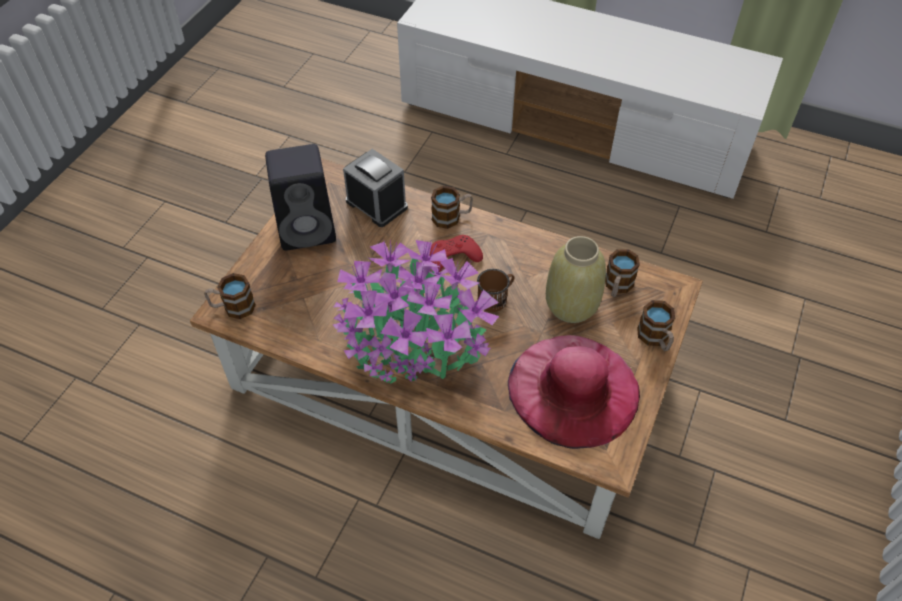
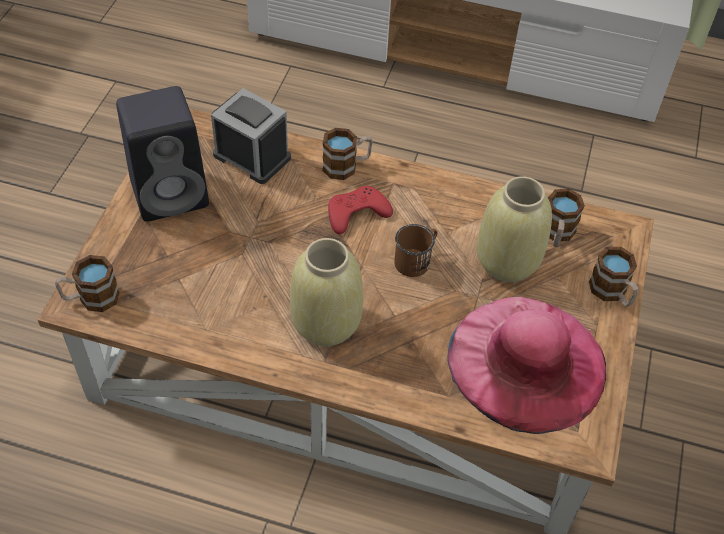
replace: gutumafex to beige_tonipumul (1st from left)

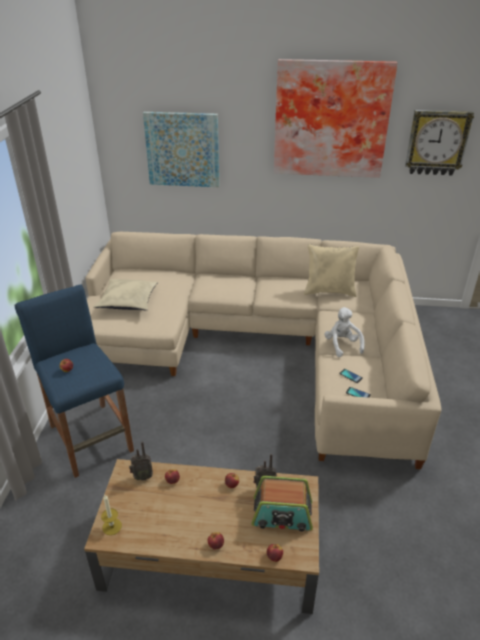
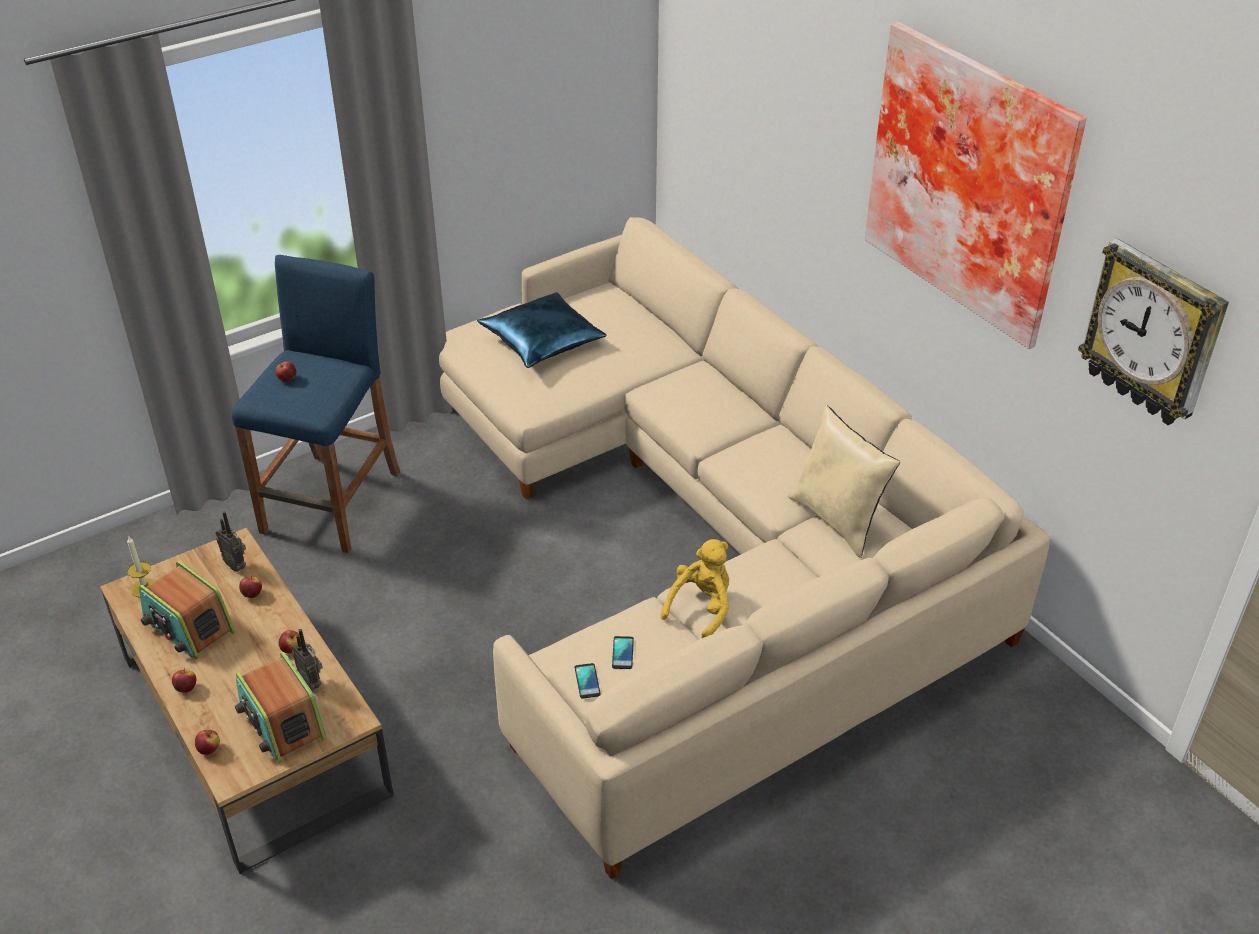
delete: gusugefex (1st from left)
insert: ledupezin (1st from left)
recolor: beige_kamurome (1st from left) to blue_kamurome; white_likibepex to yellow_likibepex

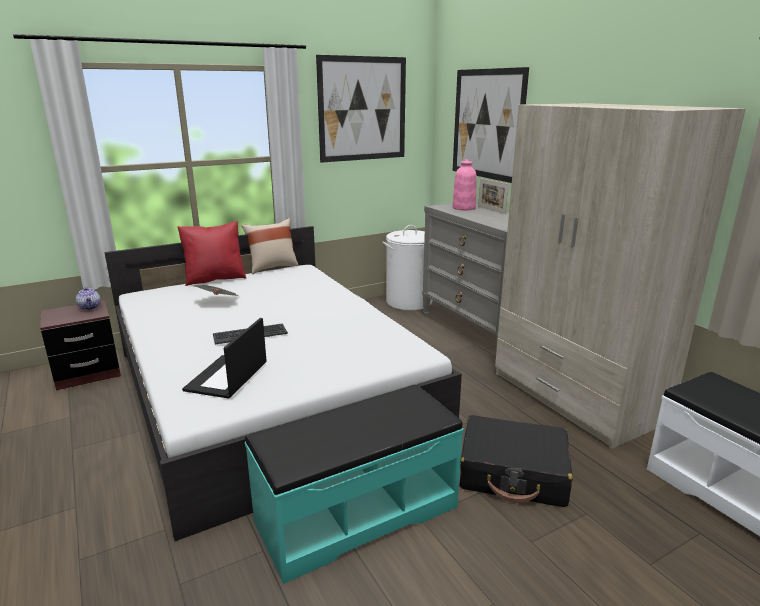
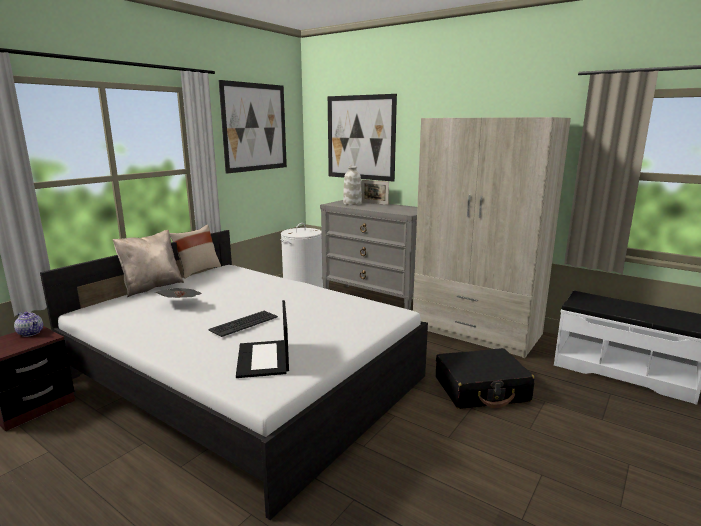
delete: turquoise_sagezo
recolor: pink_tonipumul to white_tonipumul; red_kamurome to beige_kamurome (1st from left)

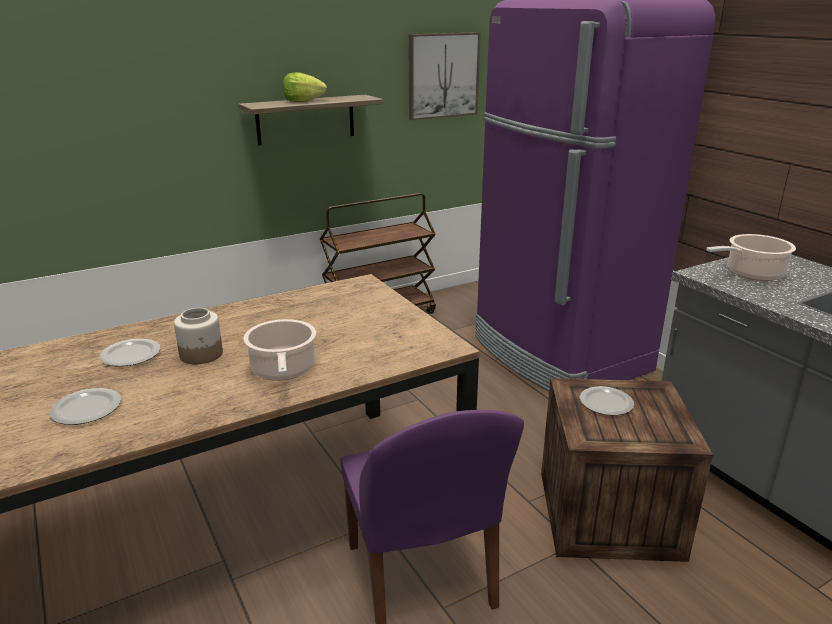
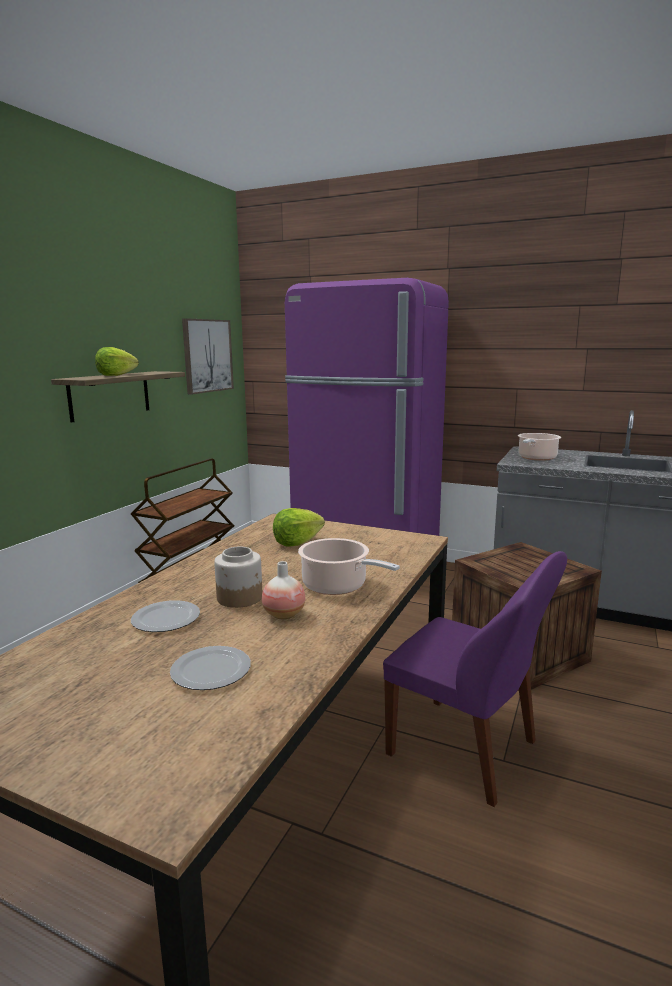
delete: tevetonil (3rd from left)
insert: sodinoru (2nd from left); tonipumul

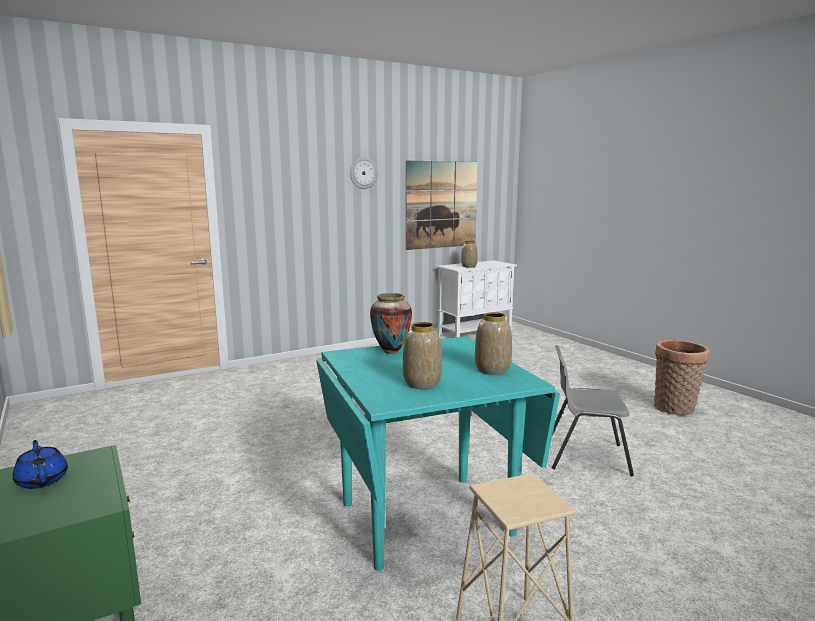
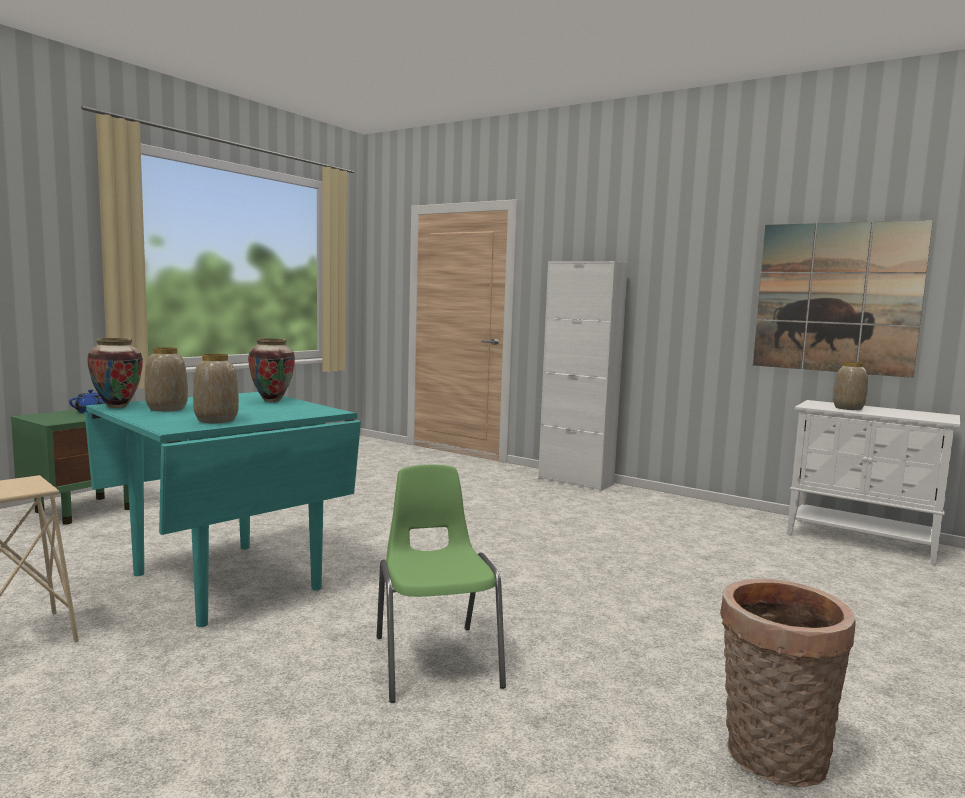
delete: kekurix
insert: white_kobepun (1st from left); tonipumul (1st from left)
recolor: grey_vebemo to green_vebemo

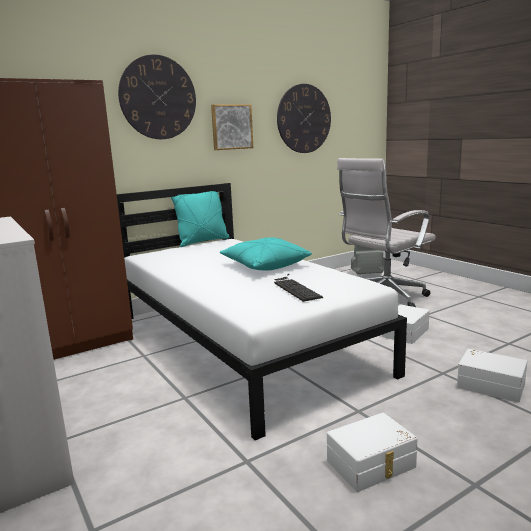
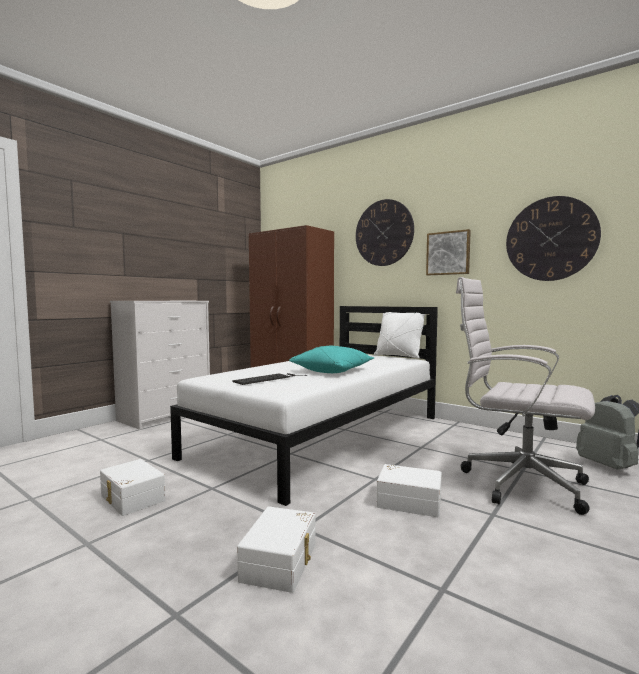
recolor: turquoise_kamurome (1st from left) to white_kamurome

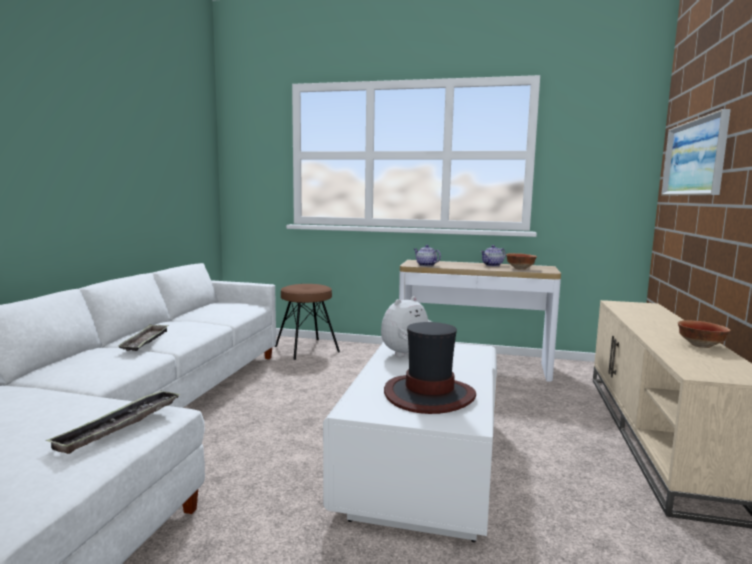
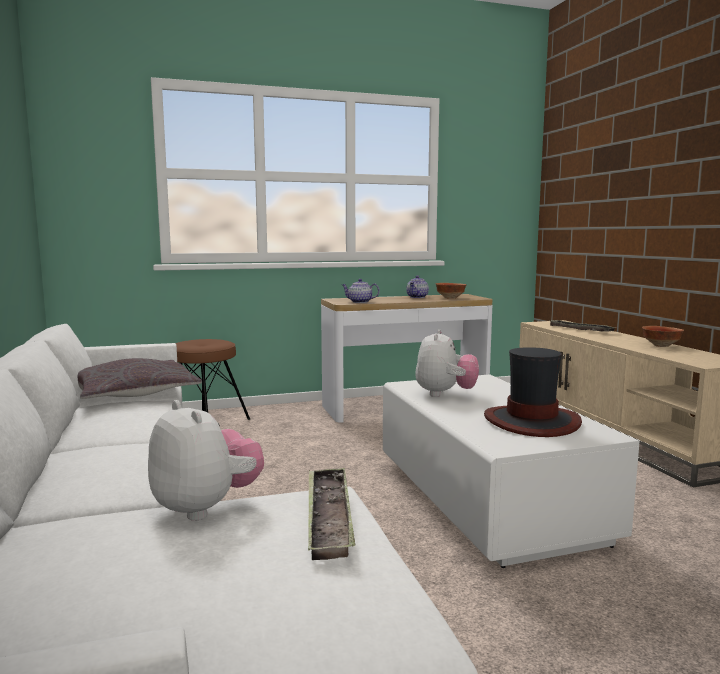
delete: gusugefex
insert: grey_kamurome; likibepex (1st from left)
move: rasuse (2nd from left)

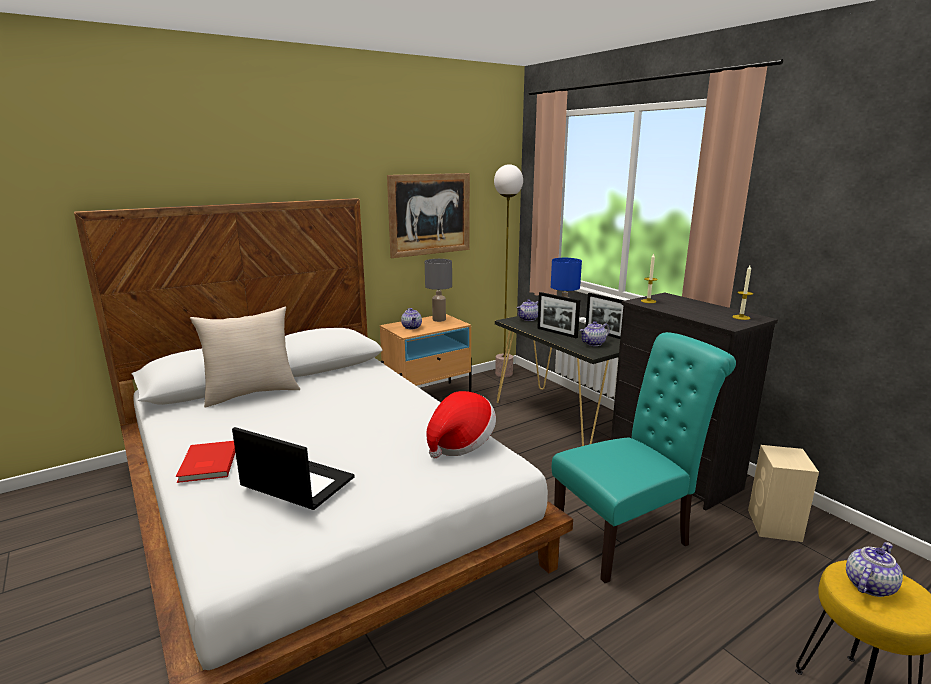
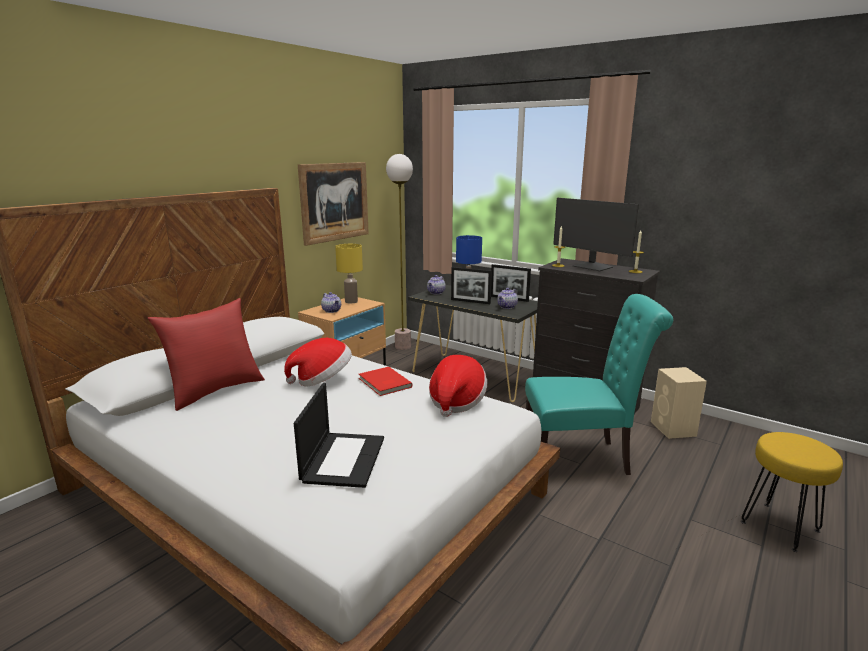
delete: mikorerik (4th from left)
insert: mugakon; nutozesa (1st from left)
move: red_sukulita
recolor: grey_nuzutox to yellow_nuzutox; beige_kamurome to red_kamurome
rotate: turquoise_vebemo 45 degrees clockwise; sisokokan 90 degrees clockwise

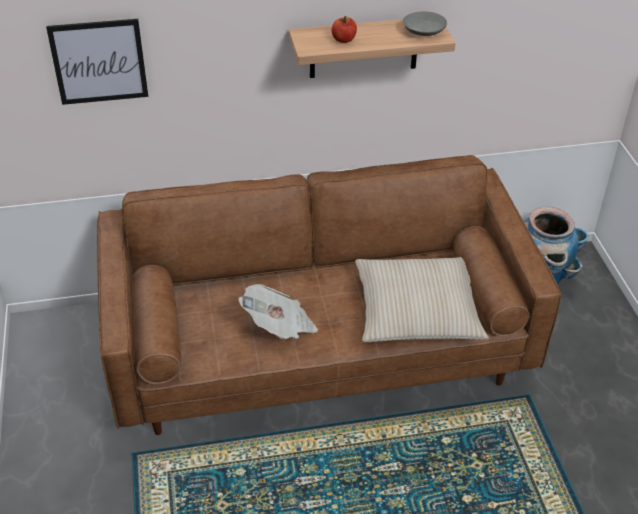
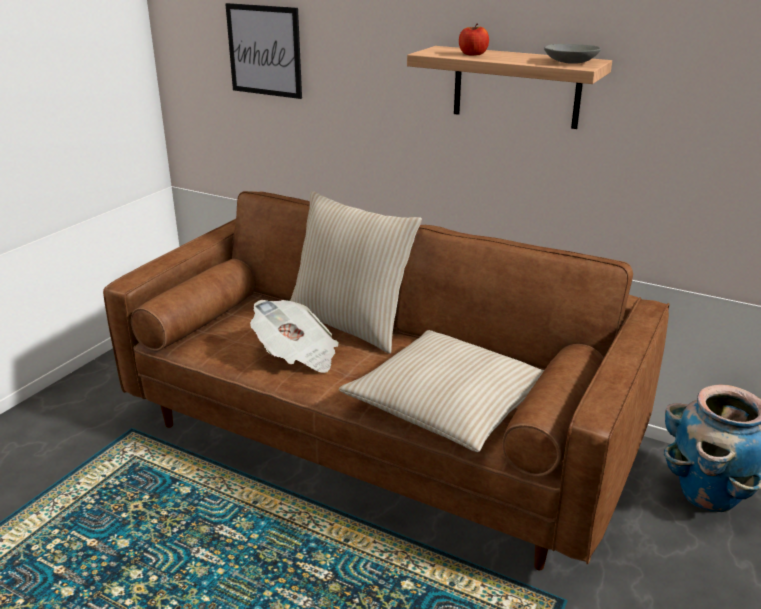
insert: beige_kamurome (1st from left)

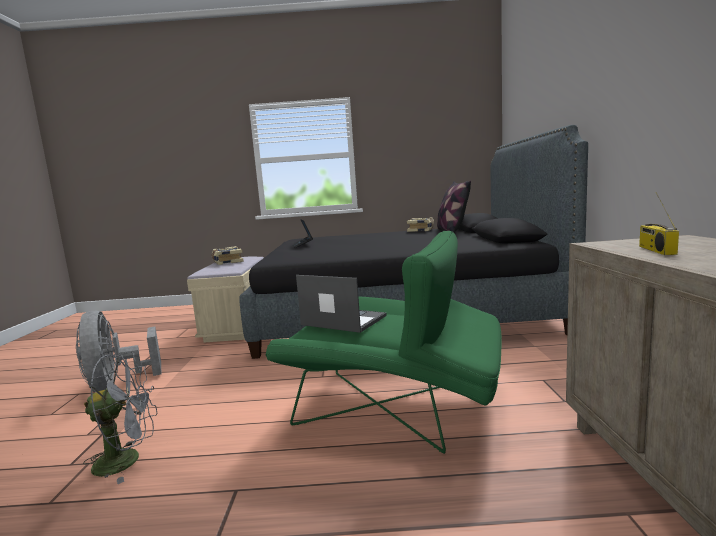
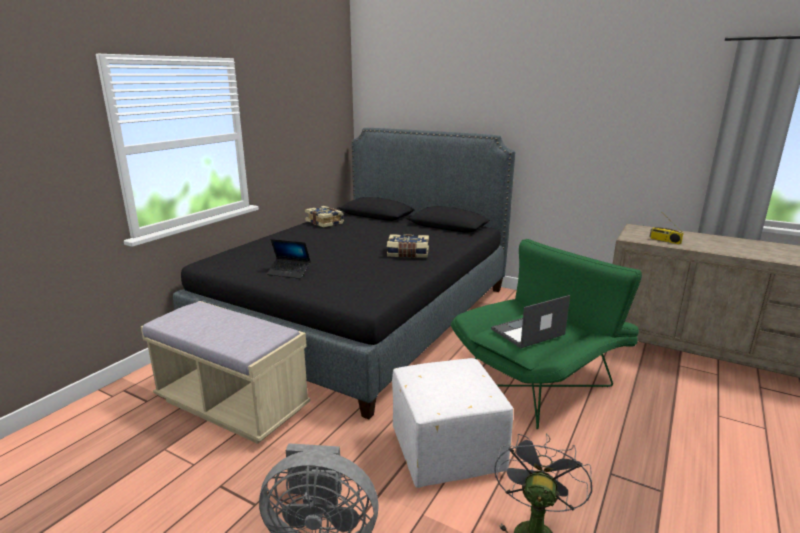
delete: kamurome
insert: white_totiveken
move: sukulita (1st from left in the first image) to sukulita (2nd from left)

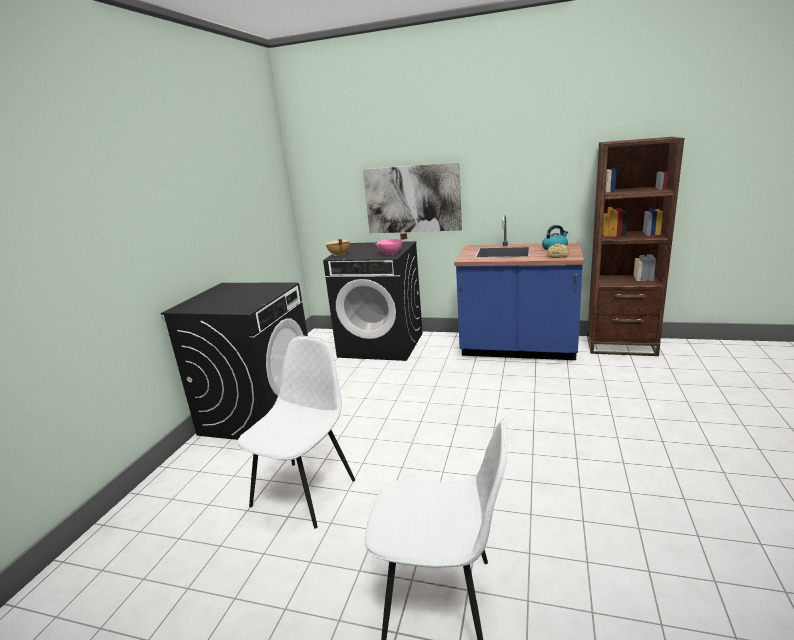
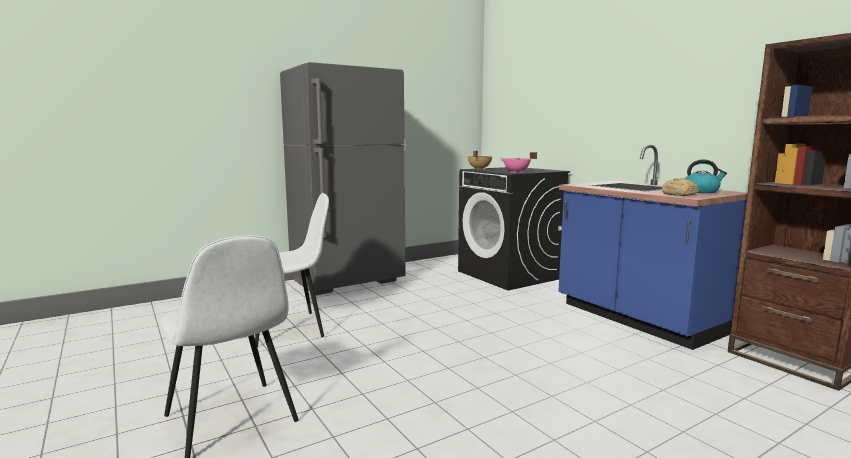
delete: gusugefex
replace: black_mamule (1st from left) to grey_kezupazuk

